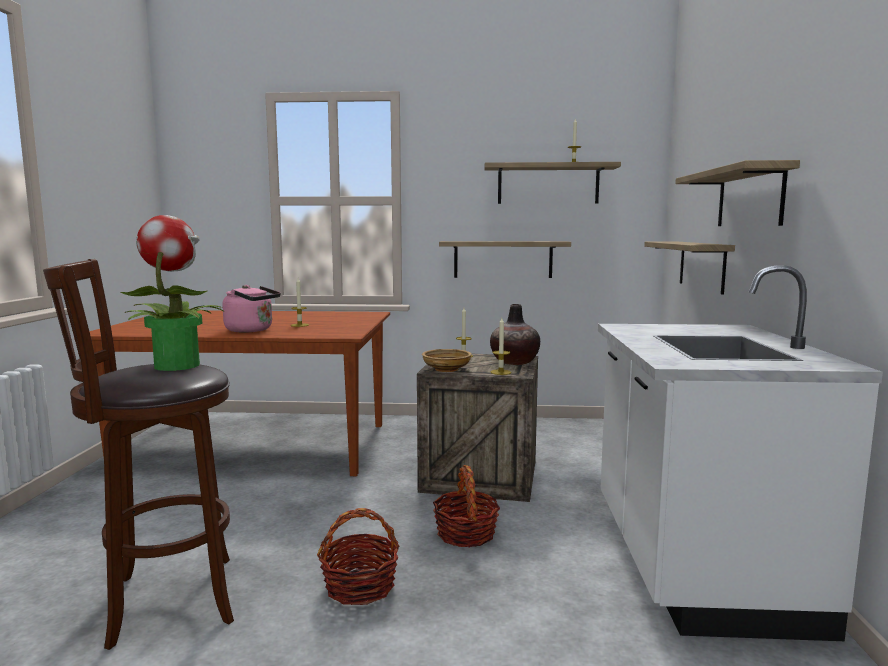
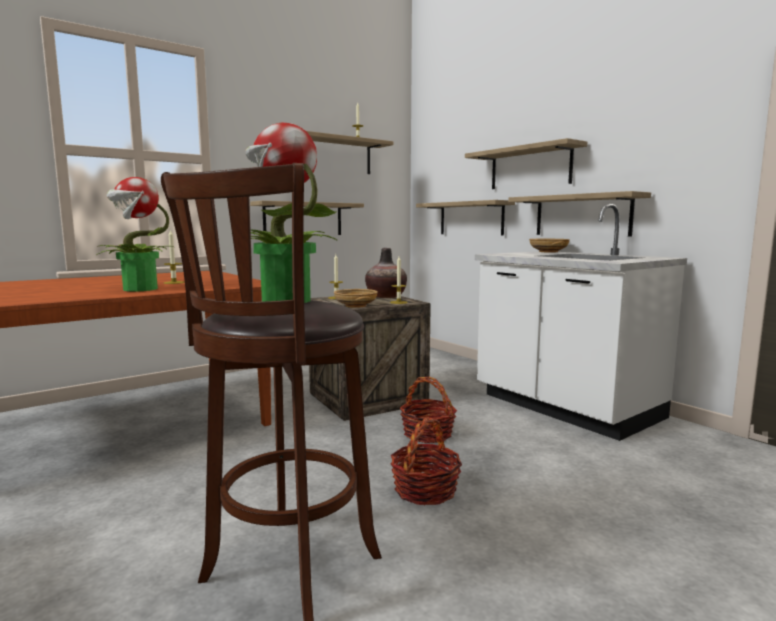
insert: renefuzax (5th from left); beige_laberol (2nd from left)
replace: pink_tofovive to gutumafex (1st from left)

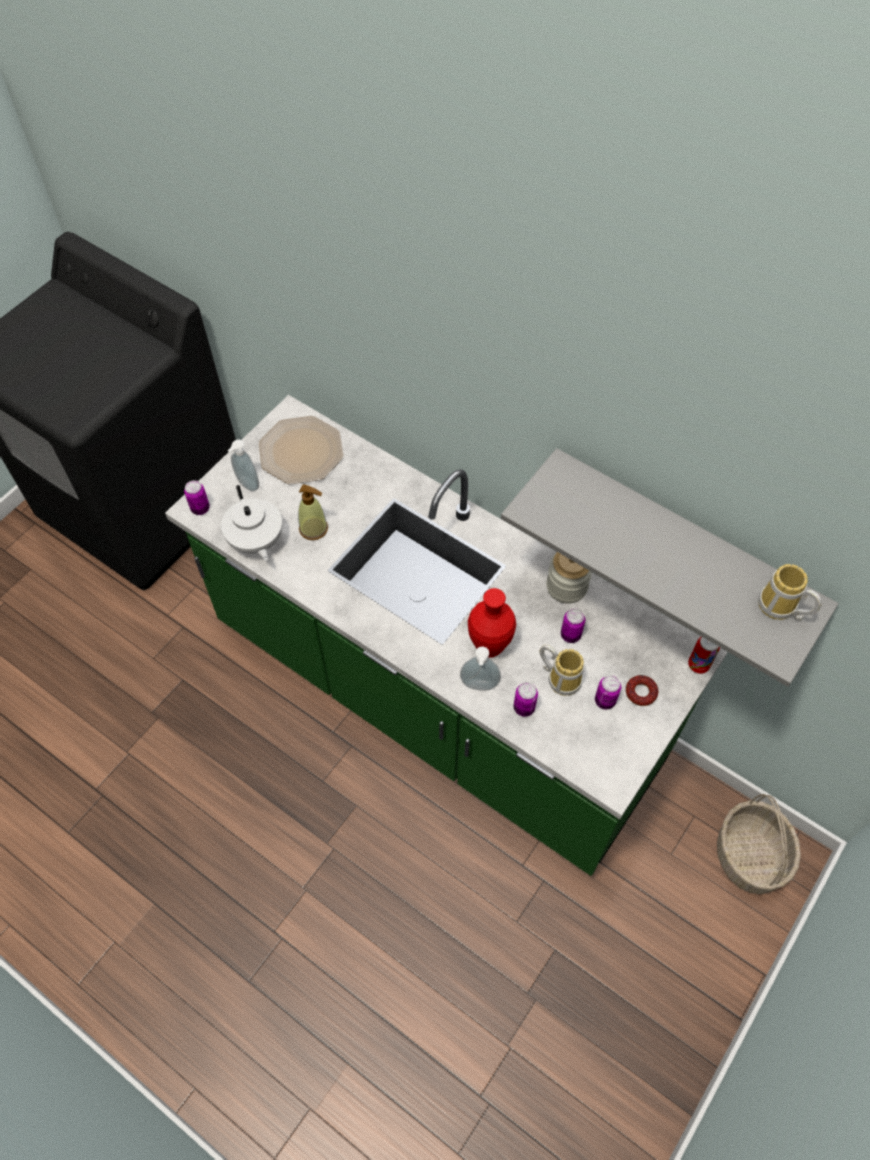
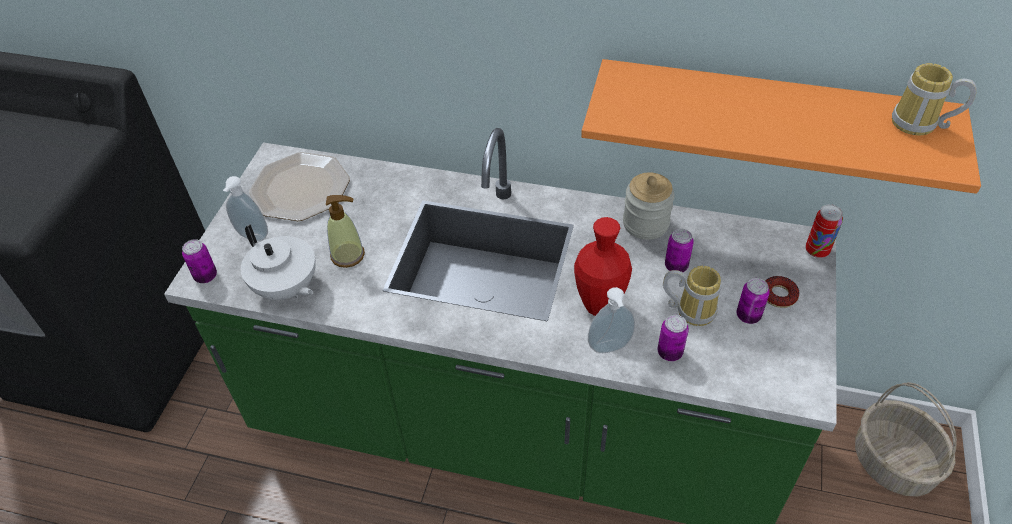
recolor: grey_renefuzax to orange_renefuzax

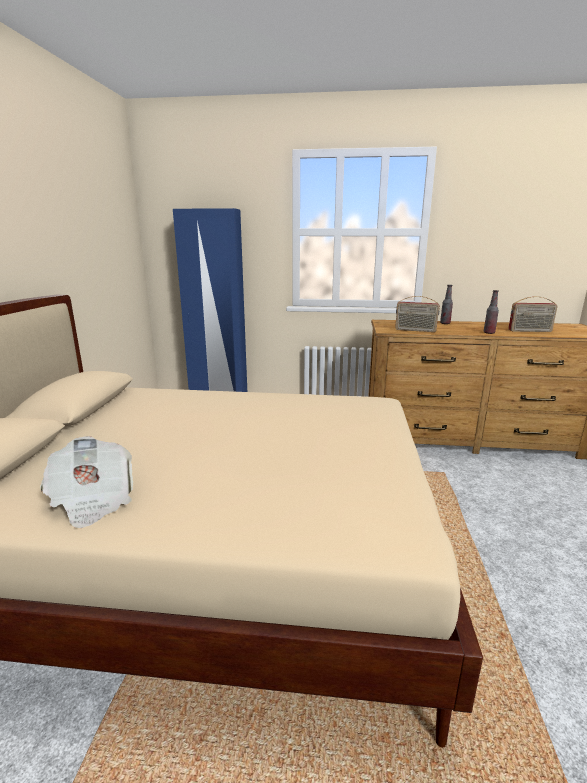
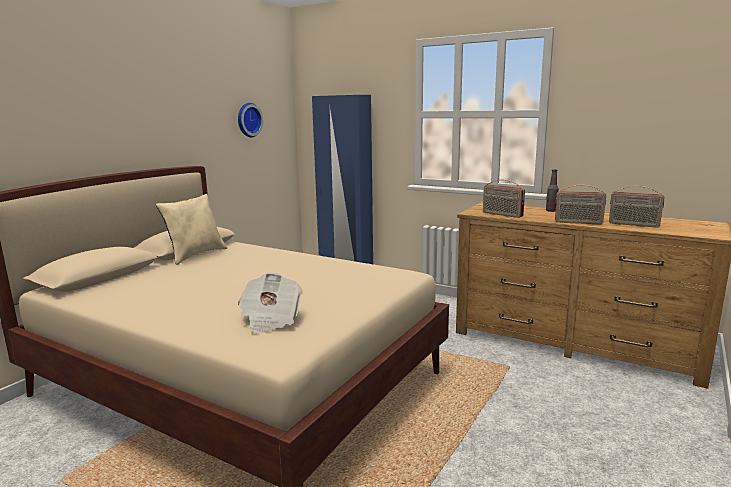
insert: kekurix; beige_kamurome
move: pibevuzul
replace: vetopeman (2nd from left) to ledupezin (2nd from left)

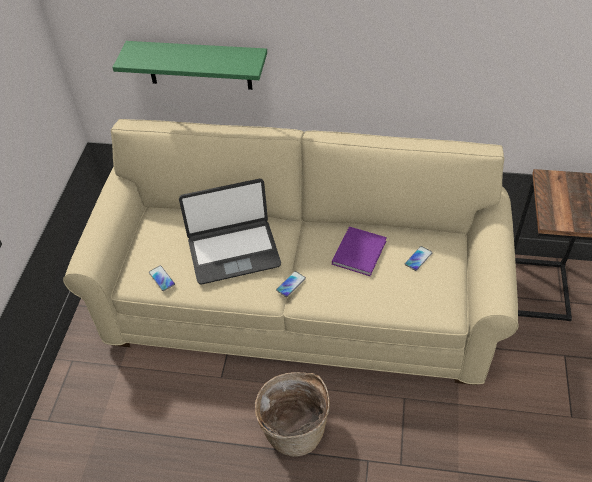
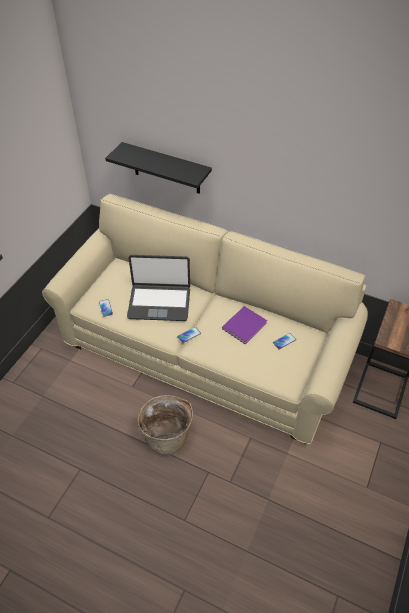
recolor: green_renefuzax to black_renefuzax

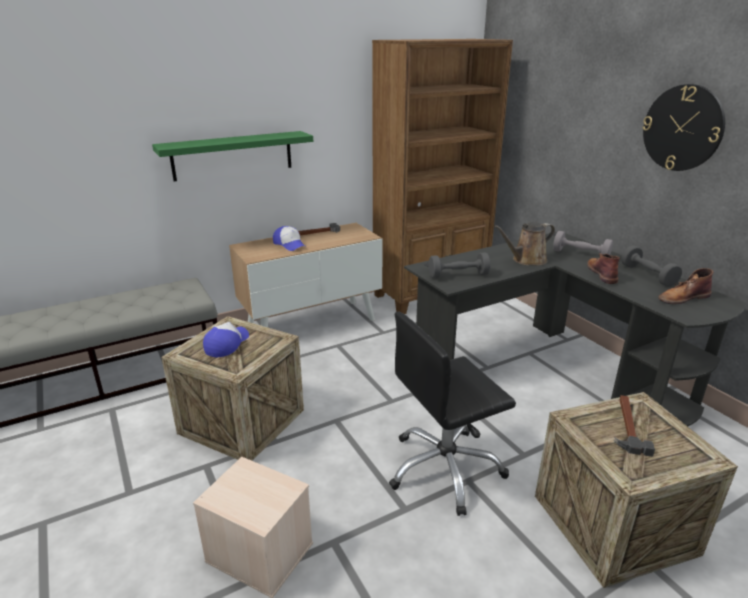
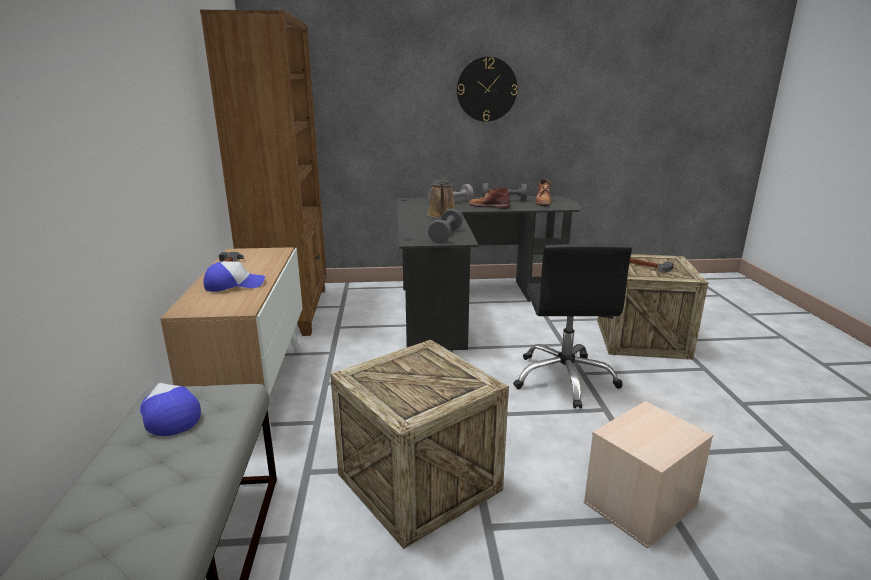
delete: green_renefuzax
move: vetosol (1st from left)

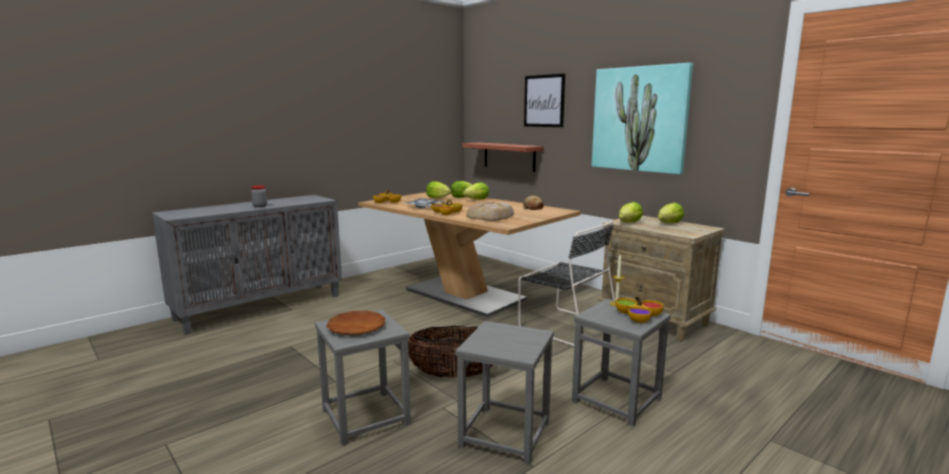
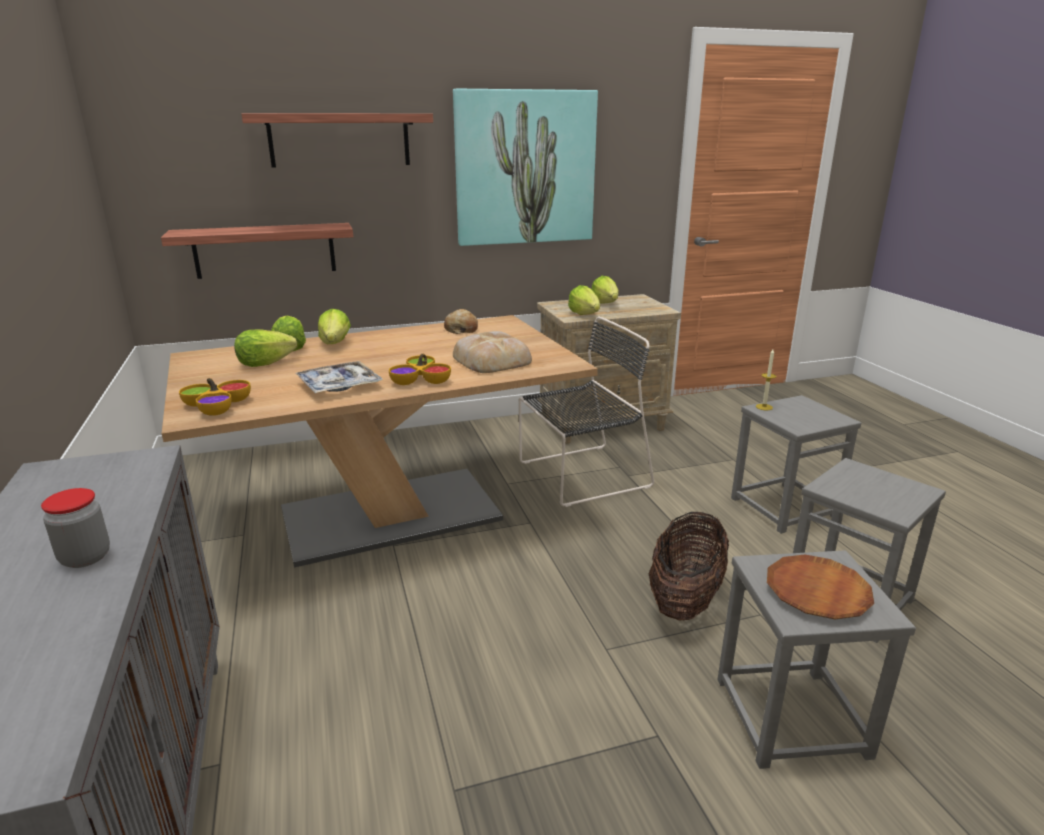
delete: laberol (3rd from left)
replace: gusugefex (1st from left) to renefuzax (2nd from left)

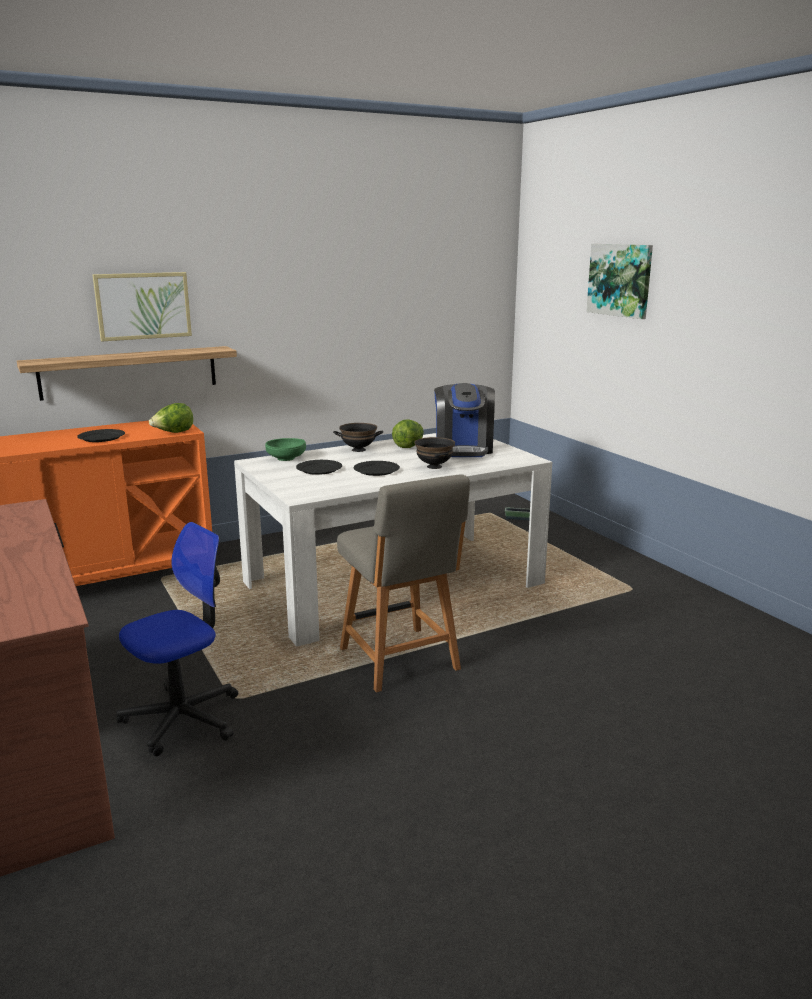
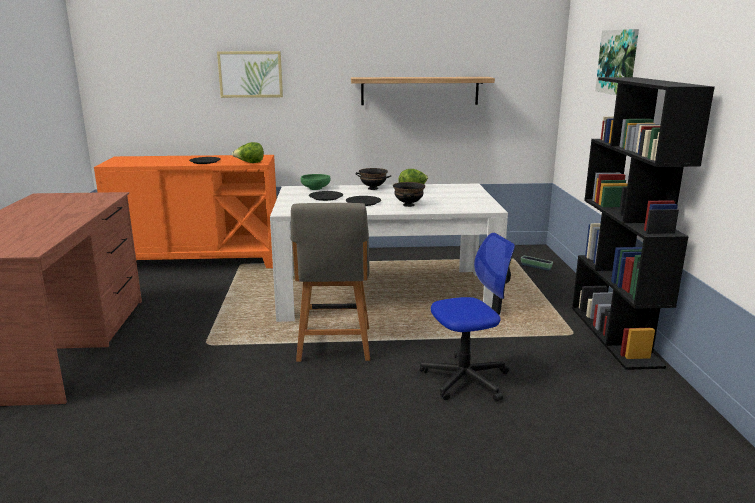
delete: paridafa
insert: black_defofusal
move: renefuzax; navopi

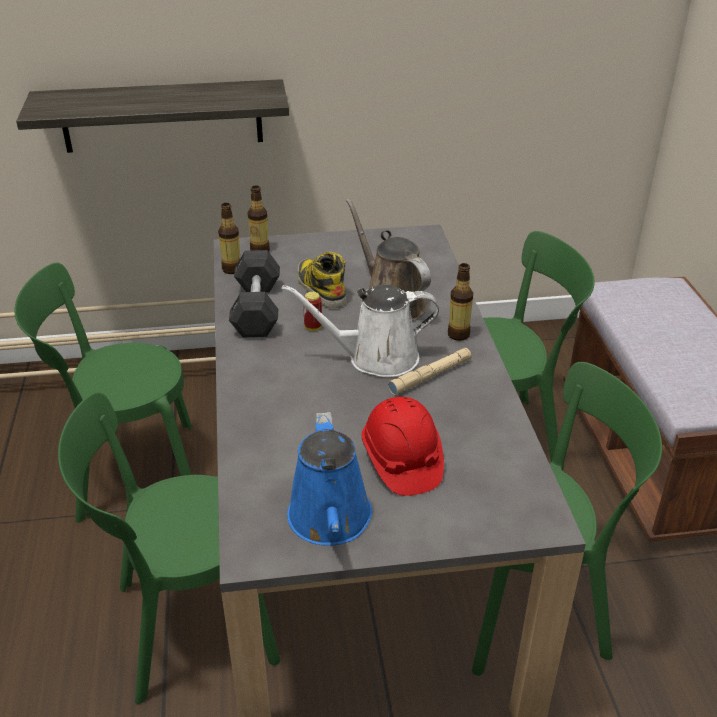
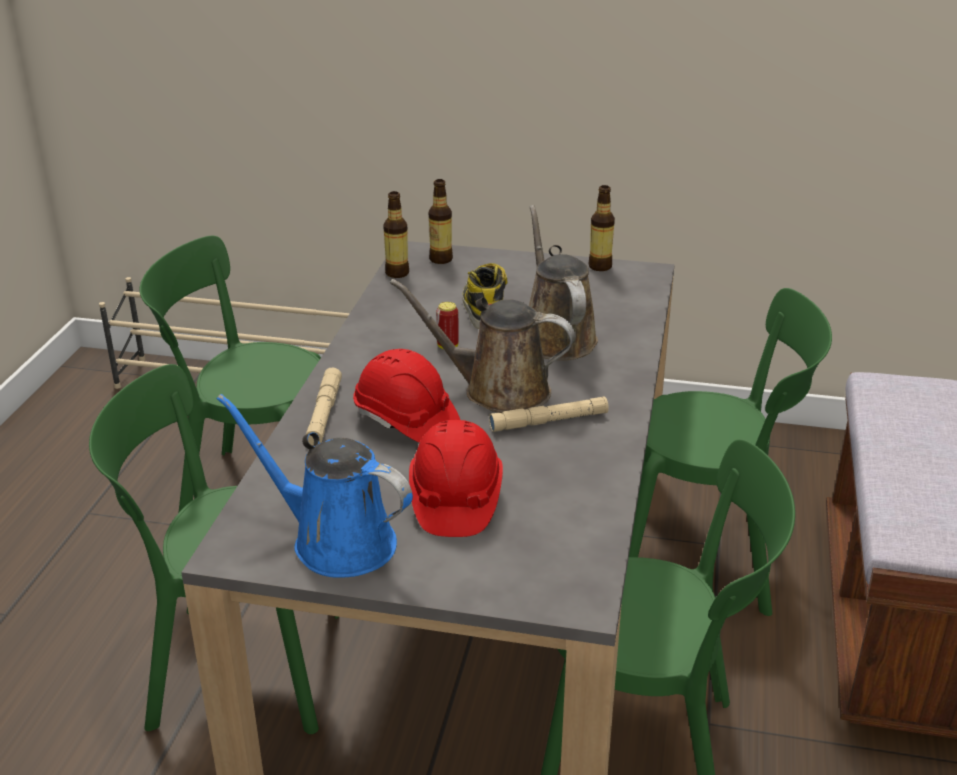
delete: renefuzax; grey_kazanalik
insert: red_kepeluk (1st from left); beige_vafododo (1st from left)
move: vetopeman (3rd from left)
recolor: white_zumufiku to brown_zumufiku (1st from left)
rotate: blue_zumufiku 105 degrees clockwise

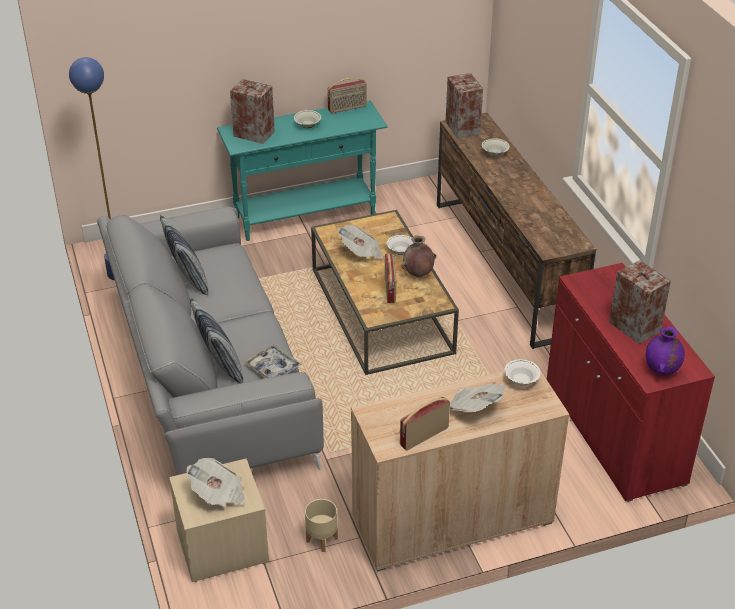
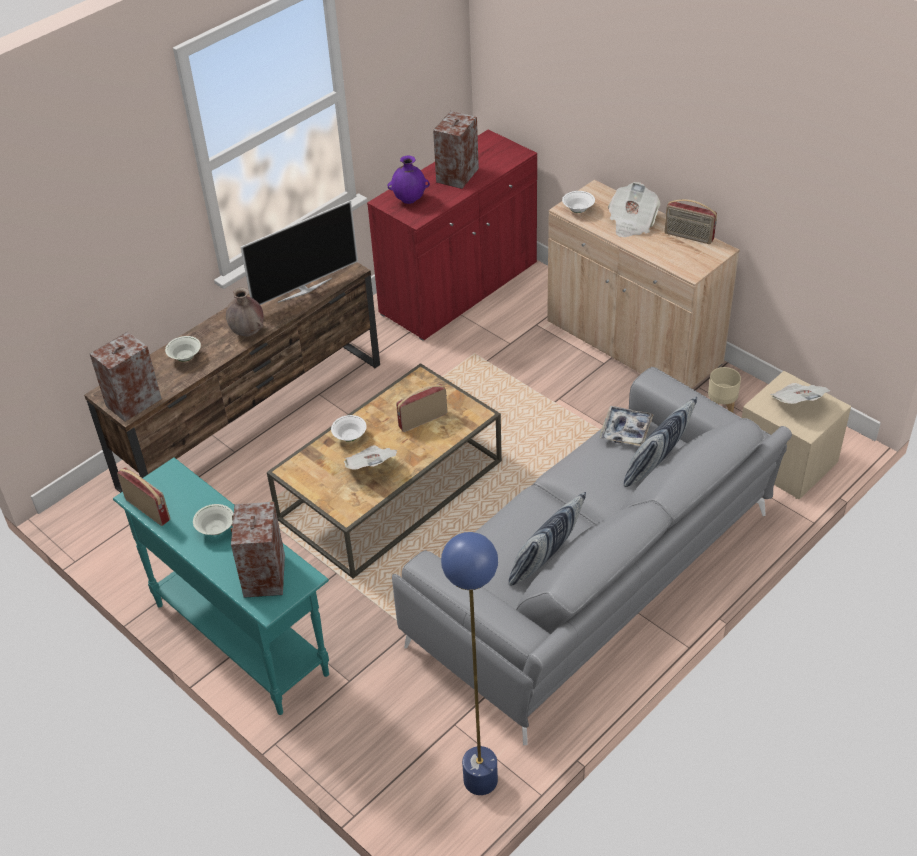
insert: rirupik
move: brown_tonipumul; purple_tonipumul

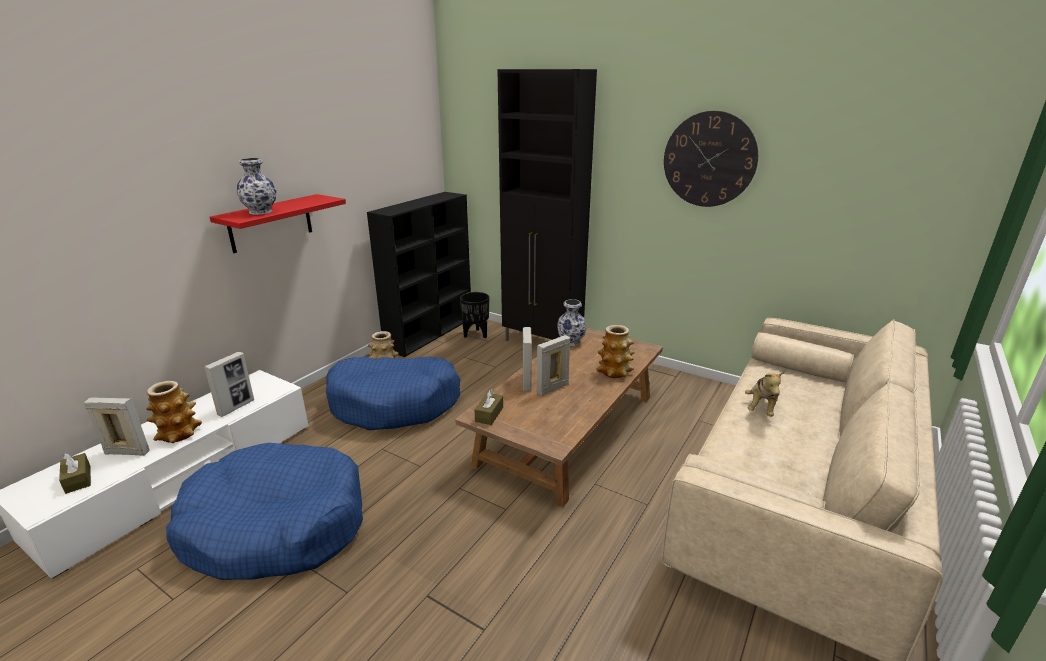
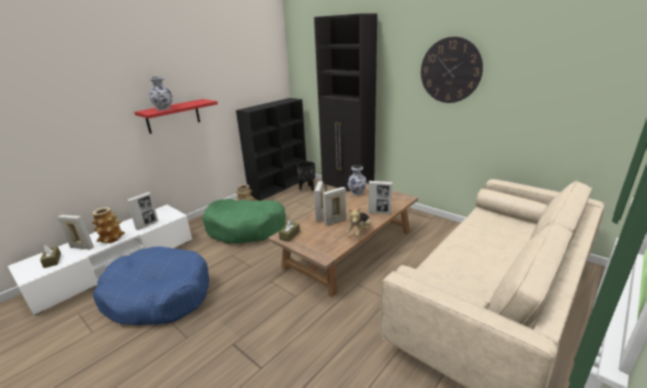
move: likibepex
replace: tonipumul (5th from left) to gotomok (5th from left)
recolor: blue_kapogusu (2nd from left) to green_kapogusu

